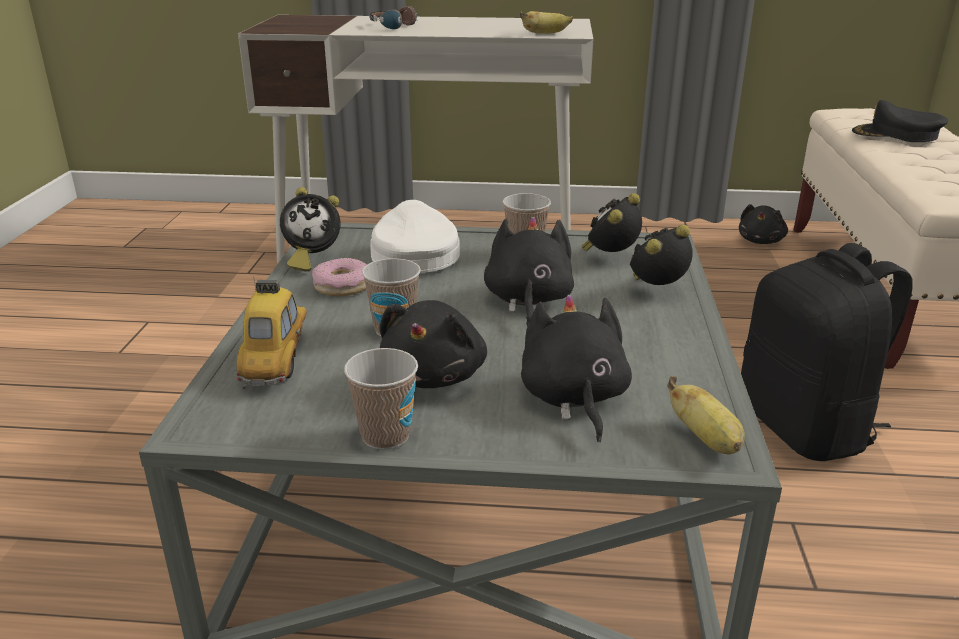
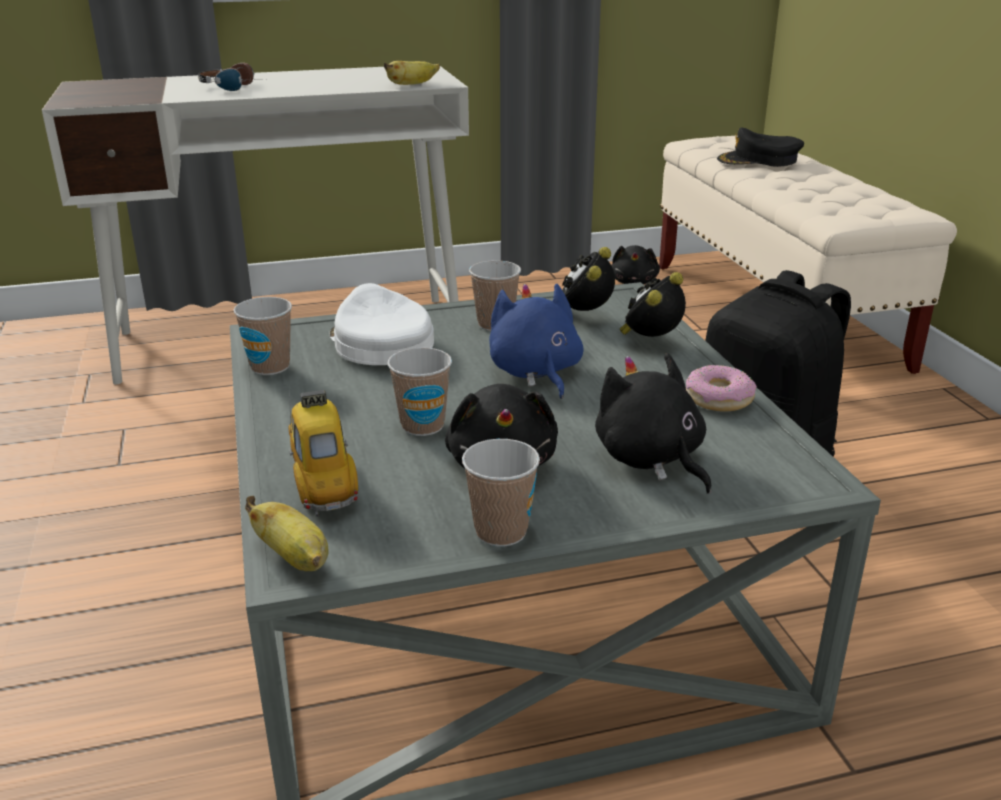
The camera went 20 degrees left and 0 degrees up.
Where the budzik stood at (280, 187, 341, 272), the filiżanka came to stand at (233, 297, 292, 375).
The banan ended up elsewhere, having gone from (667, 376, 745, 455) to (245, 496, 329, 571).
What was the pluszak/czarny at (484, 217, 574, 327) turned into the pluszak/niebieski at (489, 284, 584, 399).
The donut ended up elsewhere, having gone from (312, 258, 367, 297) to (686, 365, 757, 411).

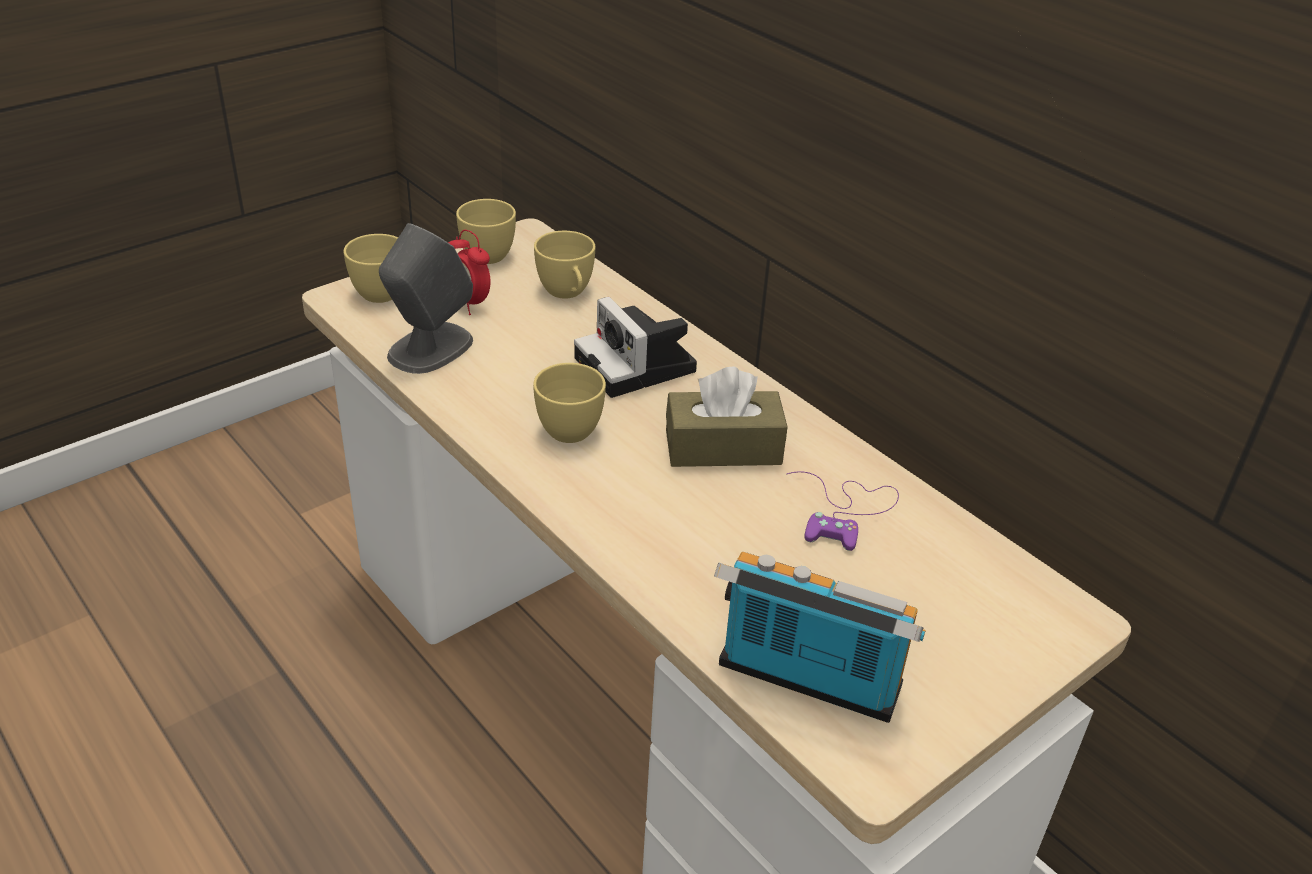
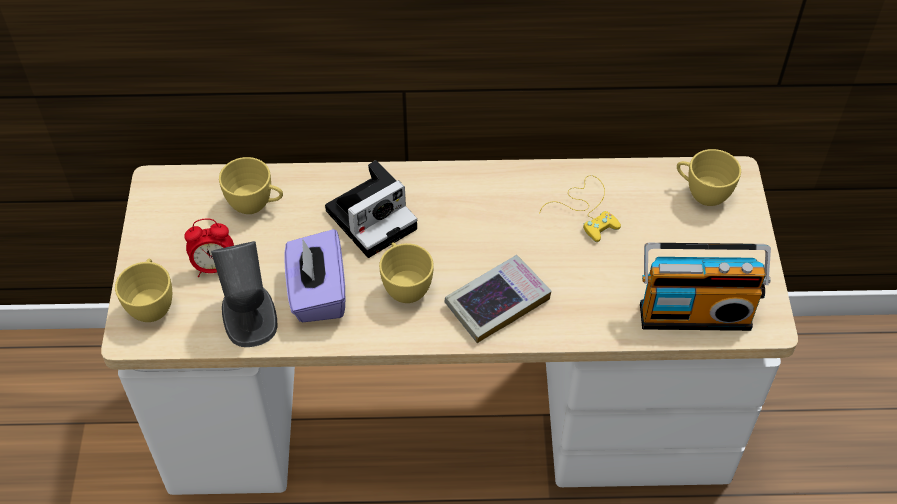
The camera went 50 degrees left and 15 degrees up.
The second view gained the pudełko chusteczek/fioletowy at (285, 229, 345, 322).
The aparat fotograficzny at (574, 296, 697, 398) ended up facing another way, 45 degrees counterclockwise from before.
The second view gained the książka at (444, 255, 552, 343).
What was the pad do gier/fioletowy at (786, 471, 899, 551) turned into the pad do gier/żółty at (539, 175, 621, 242).
The radio at (714, 552, 926, 723) ended up facing another way, 150 degrees counterclockwise from before.
The filiżanka/żółty ended up elsewhere, having gone from (456, 199, 516, 264) to (677, 149, 741, 206).
The second view lost the pudełko chusteczek/brązowy at (666, 367, 788, 467).

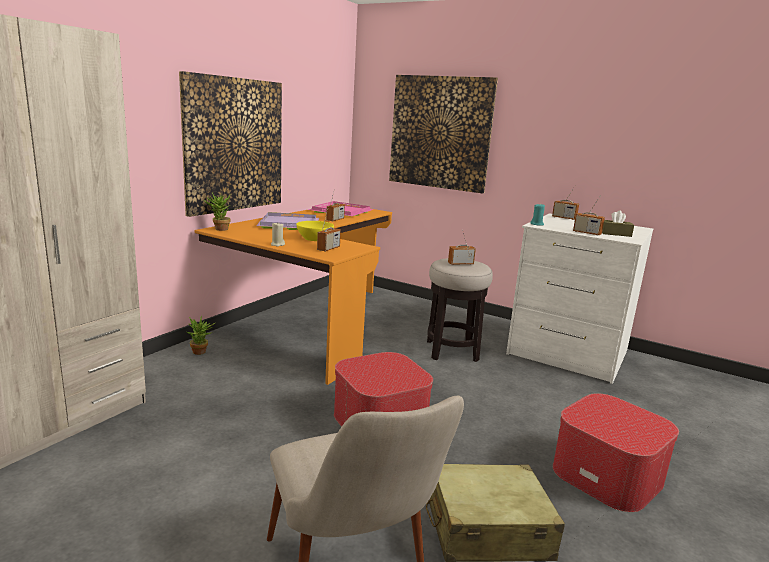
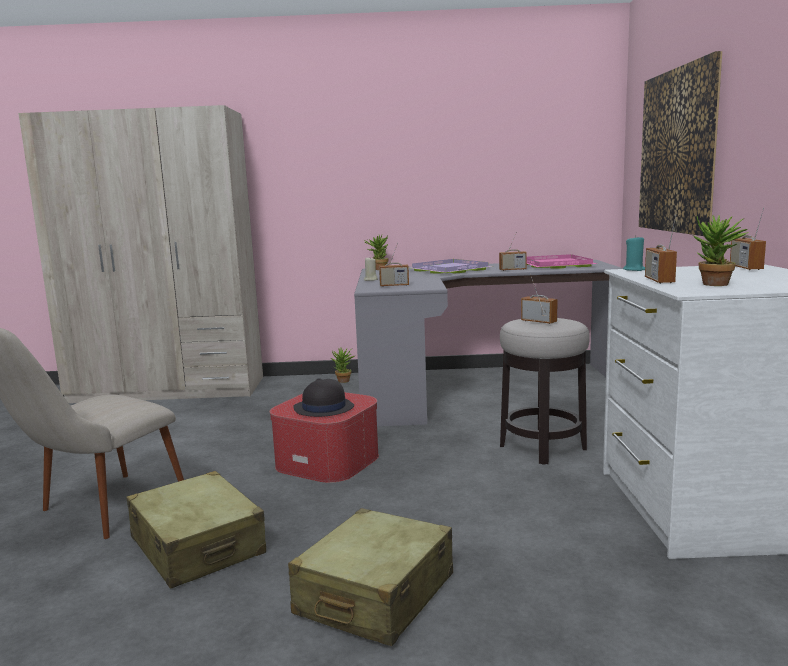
The camera went 60 degrees right and 5 degrees down.
Where the pufa stood at (553, 393, 679, 512), the walizka/beżowy came to stand at (288, 508, 453, 646).
The second view gained the kapelusz/czarny at (293, 378, 354, 417).
What was the biurko/pomarańczowy at (194, 204, 392, 385) turned into the biurko/szary at (354, 260, 623, 426).
Where the pudełko chusteczek/brązowy stood at (602, 210, 634, 237), the roślina doniczkowa came to stand at (693, 215, 749, 286).
The second view lost the obraz at (179, 71, 282, 217).
The second view lost the miska/żółty at (296, 221, 334, 241).

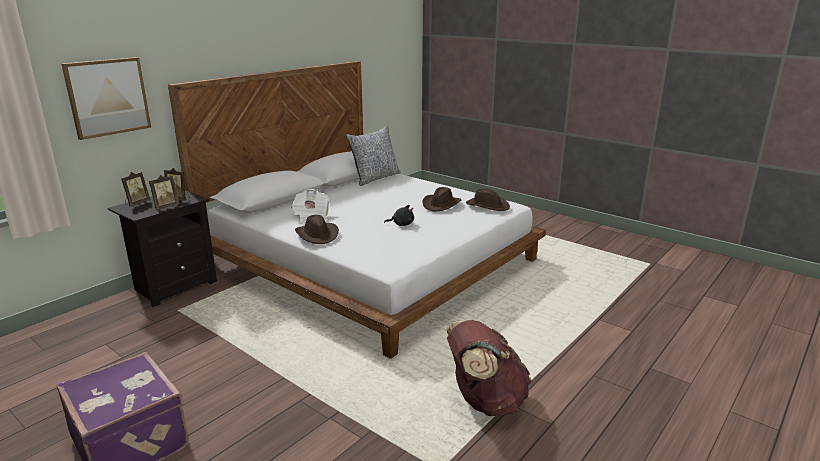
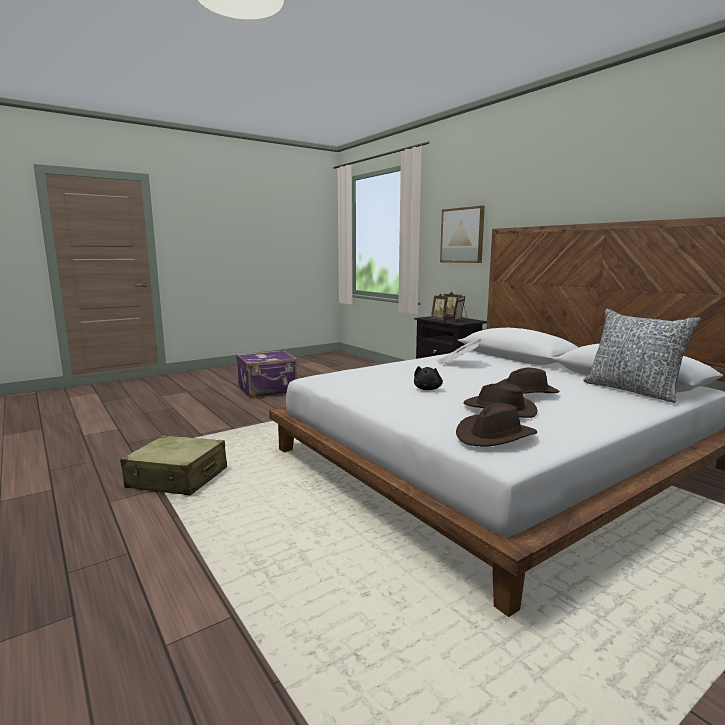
The camera went 105 degrees right and 10 degrees down.
Where the plecak/brązowy stood at (446, 320, 532, 416), the walizka/beżowy came to stand at (120, 435, 227, 496).
The kapelusz/brązowy ended up elsewhere, having gone from (295, 215, 339, 244) to (498, 368, 560, 394).

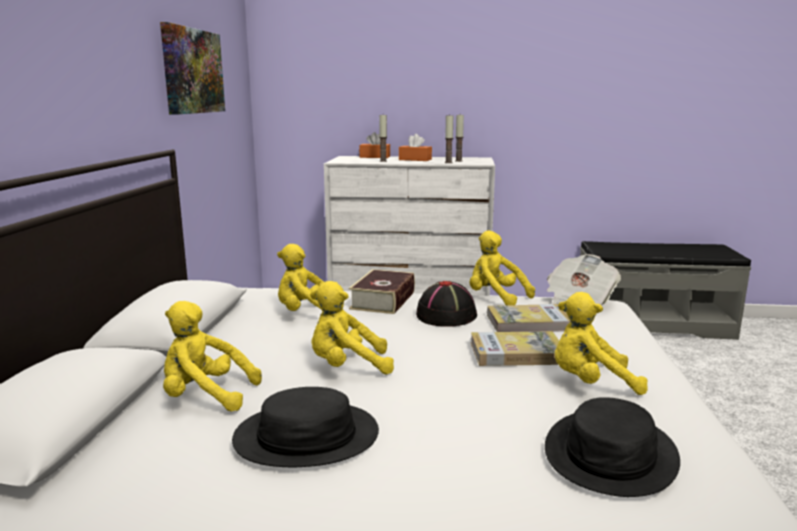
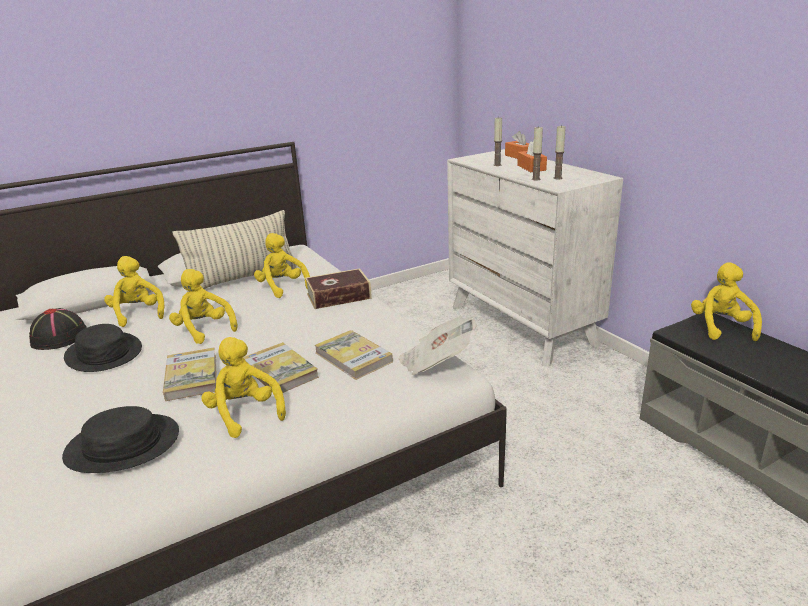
The camera went 55 degrees right and 10 degrees up.
The kapelusz/czarny ended up elsewhere, having gone from (416, 281, 477, 327) to (29, 308, 87, 350).
The second view gained the książka at (163, 348, 217, 401).
The second view gained the poduszka at (173, 210, 299, 289).
The pluszak/żółty ended up elsewhere, having gone from (469, 230, 535, 305) to (691, 262, 762, 341).
The second view lost the obraz at (160, 22, 225, 115).

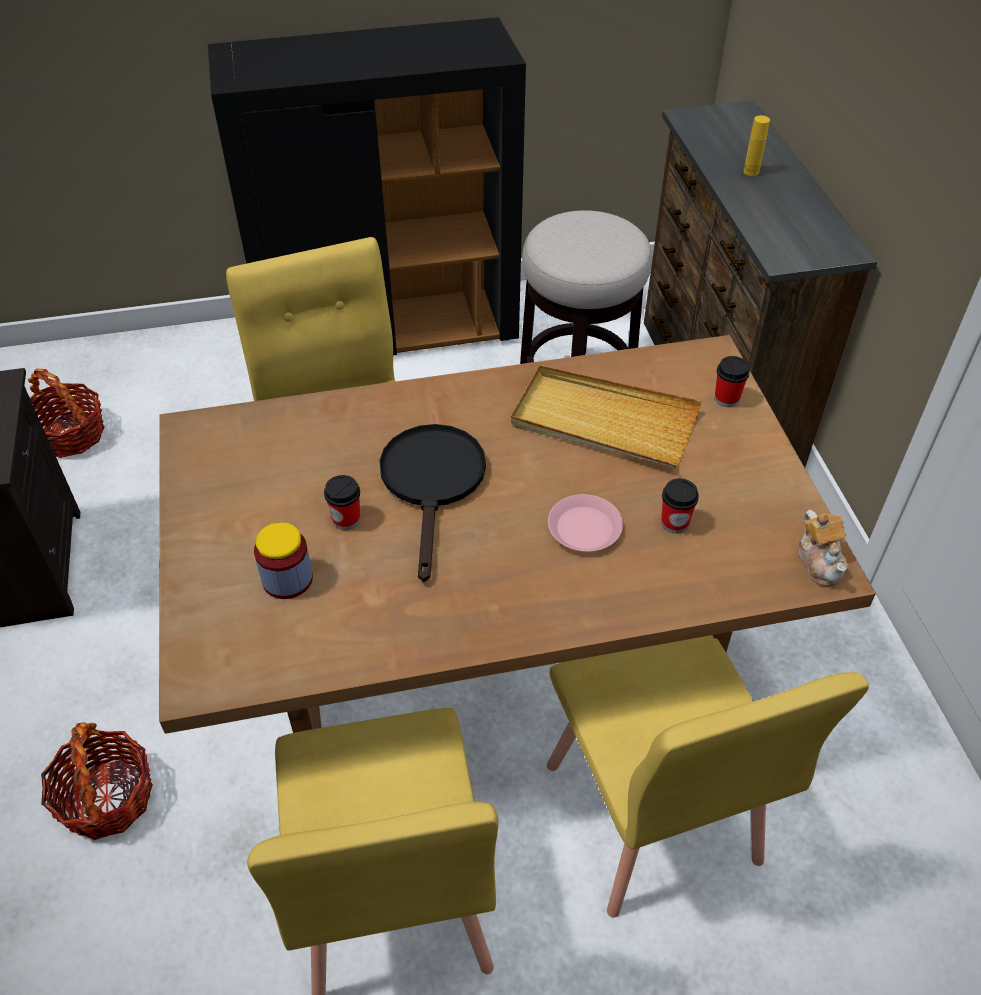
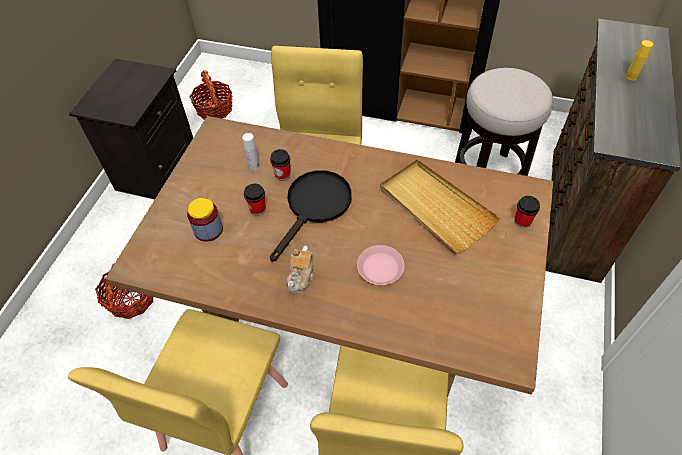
The camera went 30 degrees right and 5 degrees up.
The second view gained the butelka/biały at (242, 133, 260, 171).
The filiżanka ended up elsewhere, having gone from (661, 478, 699, 534) to (270, 149, 290, 181).
The imbryk ended up elsewhere, having gone from (797, 510, 848, 586) to (286, 246, 315, 294).

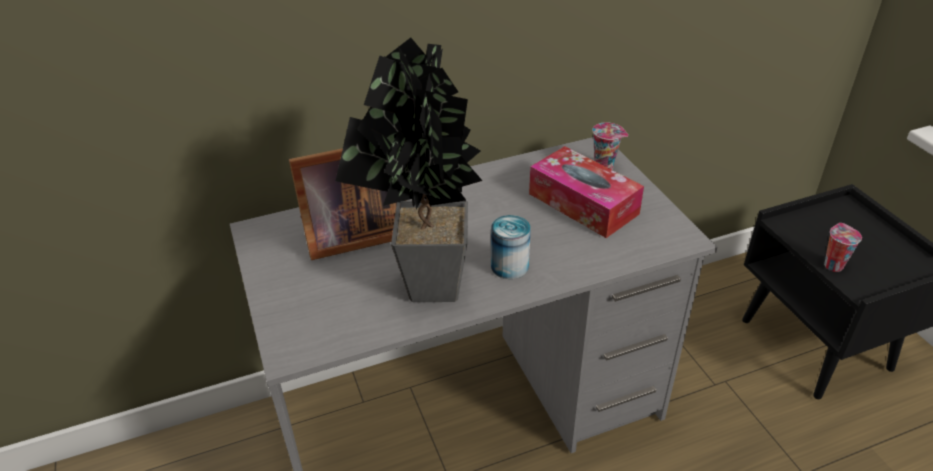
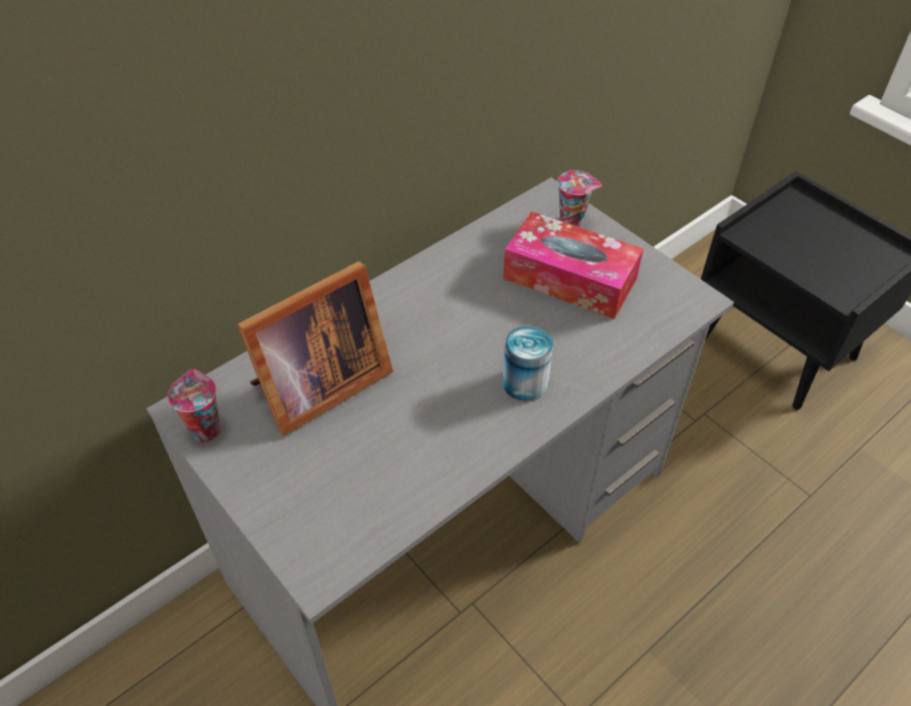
The camera went 20 degrees left and 10 degrees up.
The filiżanka ended up elsewhere, having gone from (824, 223, 862, 272) to (168, 369, 220, 442).
The second view lost the roślina doniczkowa at (336, 38, 483, 302).

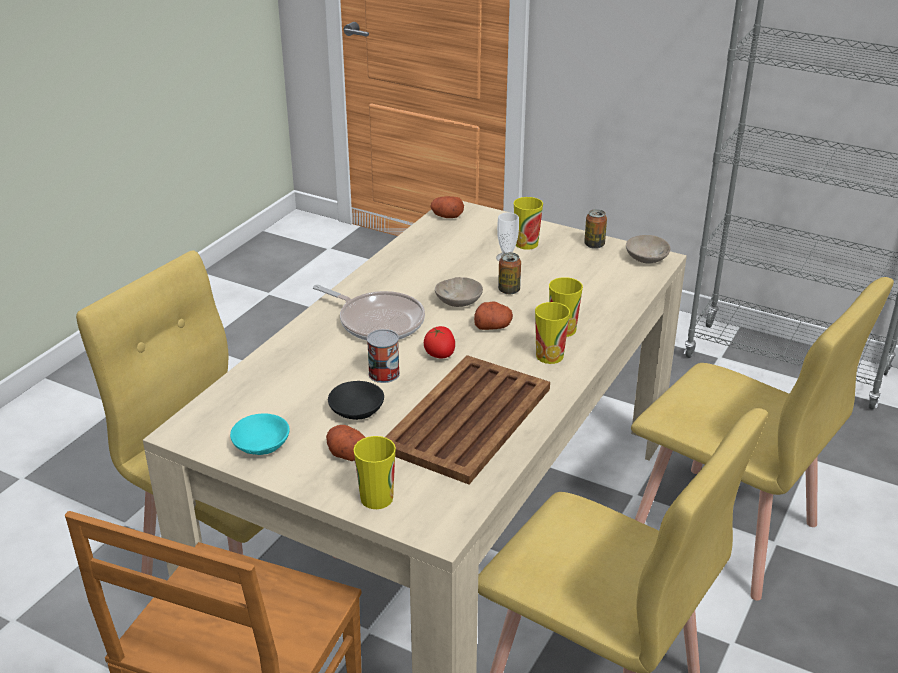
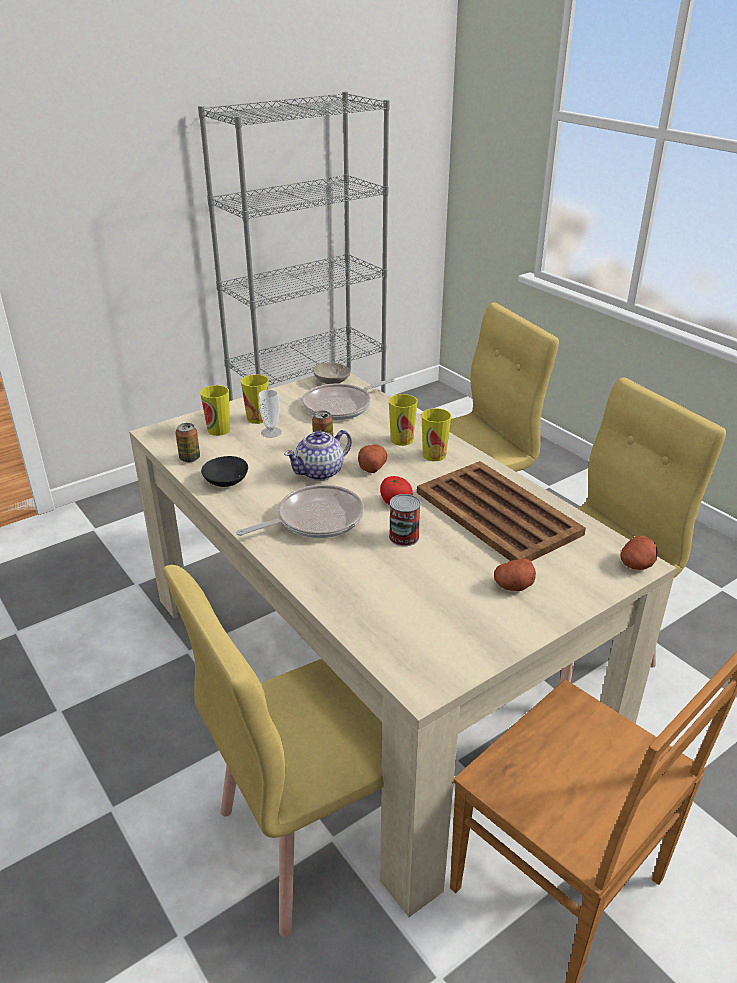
The camera went 65 degrees left and 0 degrees up.
The puszka ended up elsewhere, having gone from (584, 209, 607, 249) to (176, 423, 200, 462).
The filiżanka ended up elsewhere, having gone from (353, 436, 396, 509) to (200, 385, 230, 436).
The miska/czarny ended up elsewhere, having gone from (328, 381, 384, 420) to (201, 456, 248, 487).
Where the miska/beżowy stood at (435, 277, 483, 307), the imbryk came to stand at (284, 430, 352, 481).
The second view gained the patelnia at (302, 378, 395, 420).
The ziemniak ended up elsewhere, having gone from (430, 196, 464, 218) to (620, 536, 657, 570).
The second view lost the miska/turkusowy at (230, 413, 290, 455).

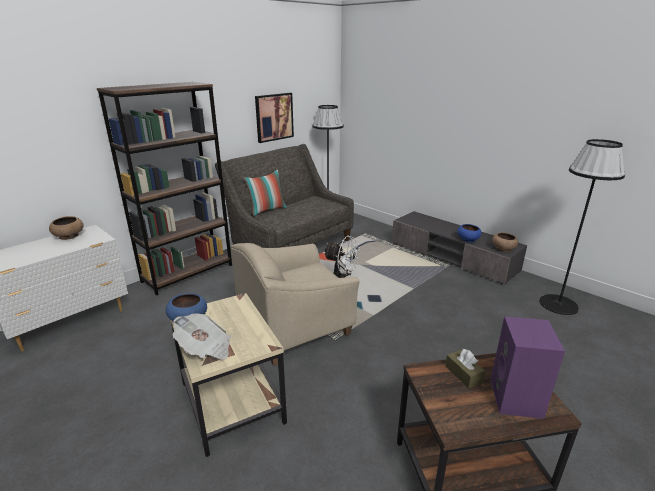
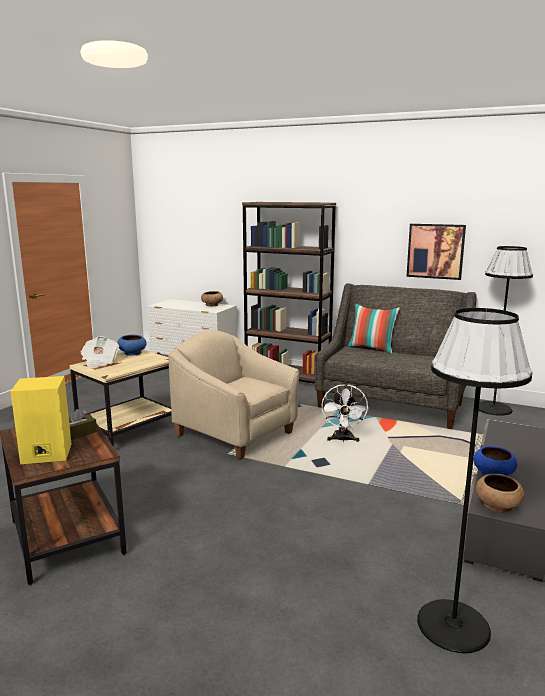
The camera went 70 degrees right and 10 degrees down.
What was the głośnik/fioletowy at (491, 316, 565, 419) turned into the głośnik/żółty at (10, 376, 72, 464).

